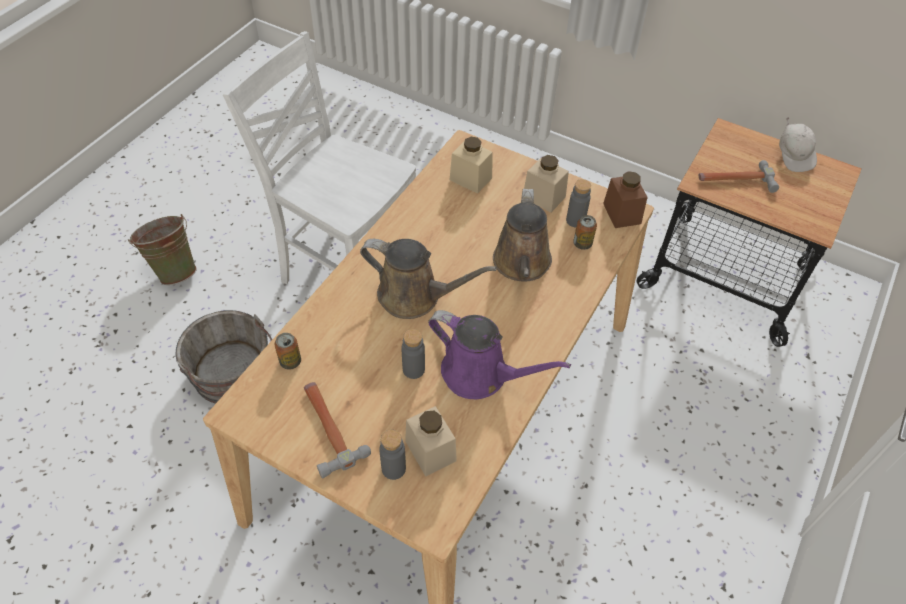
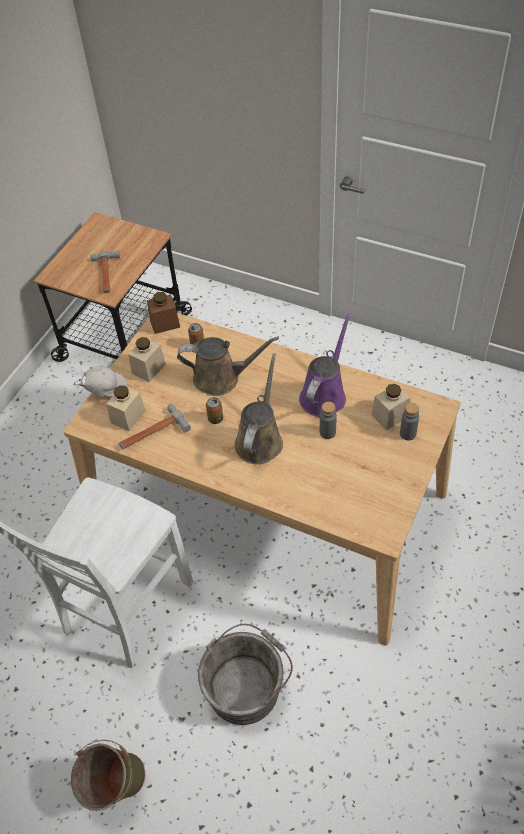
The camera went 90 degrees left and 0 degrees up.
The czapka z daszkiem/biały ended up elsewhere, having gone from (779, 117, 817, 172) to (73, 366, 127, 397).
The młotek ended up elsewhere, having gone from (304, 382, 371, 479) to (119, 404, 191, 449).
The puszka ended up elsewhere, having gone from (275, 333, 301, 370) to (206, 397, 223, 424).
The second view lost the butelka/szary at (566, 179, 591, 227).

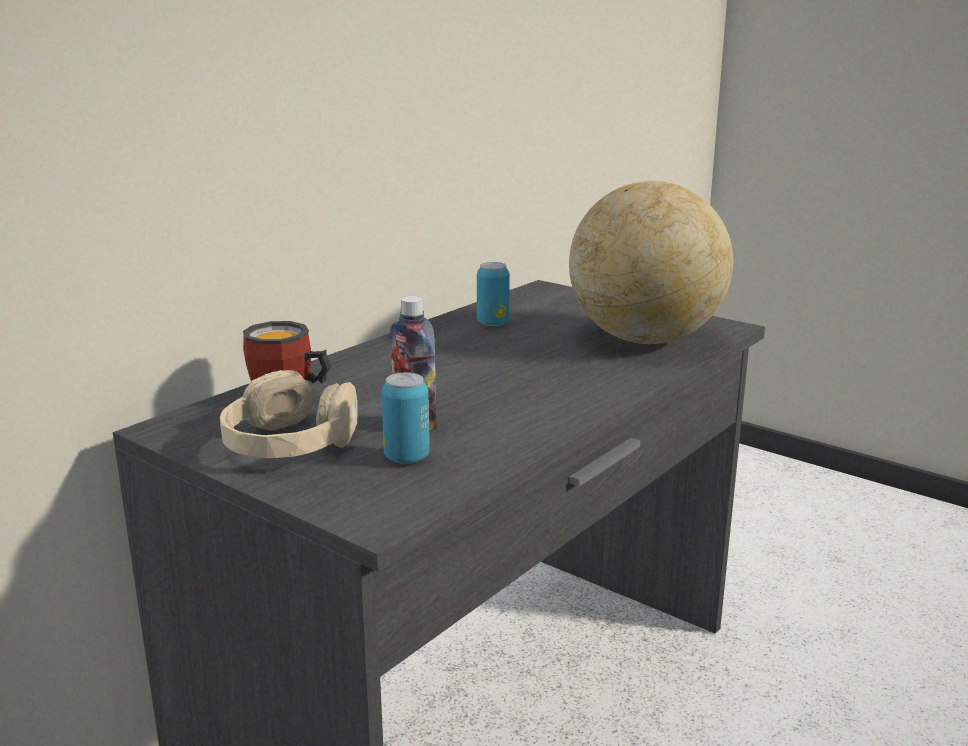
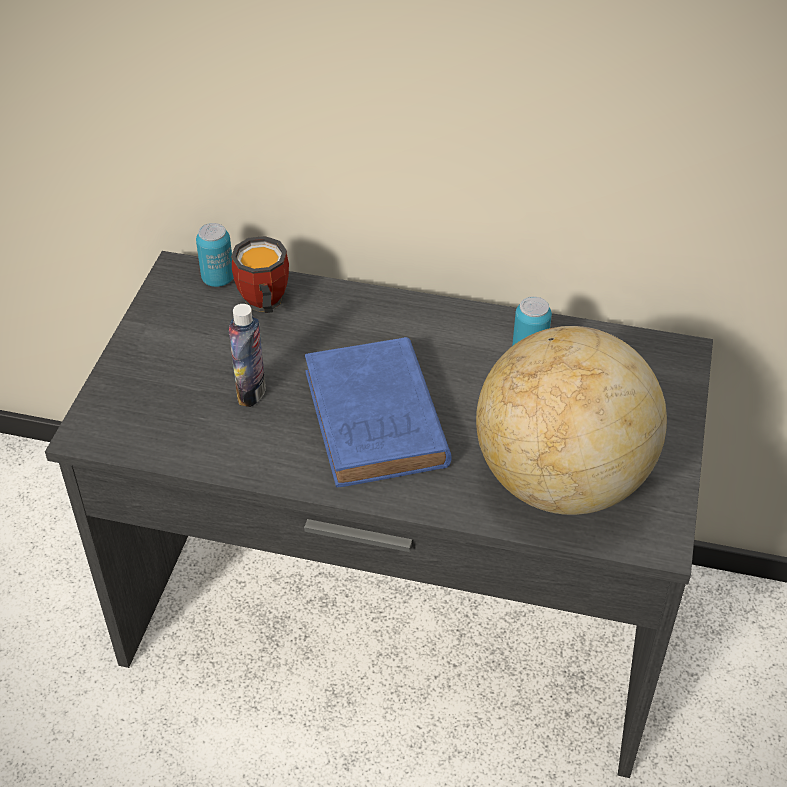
The camera went 65 degrees right and 25 degrees up.
The puszka ended up elsewhere, having gone from (382, 373, 430, 464) to (196, 223, 234, 287).
The second view gained the książka/niebieski at (305, 337, 451, 487).
The second view lost the słuchawki/beżowy at (220, 370, 358, 458).

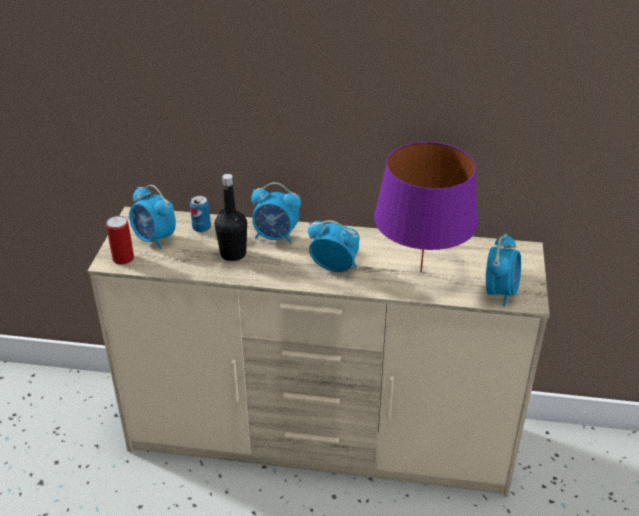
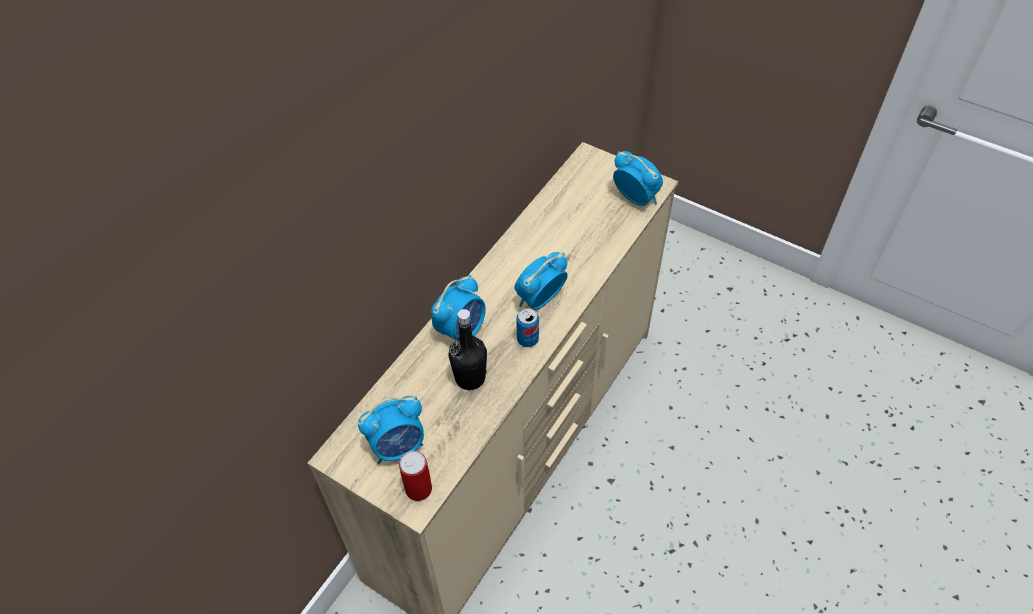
The camera went 65 degrees left and 15 degrees up.
The puszka ended up elsewhere, having gone from (190, 196, 211, 233) to (516, 308, 539, 347).
The second view lost the lampa stołowa/fioletowy at (374, 142, 478, 272).

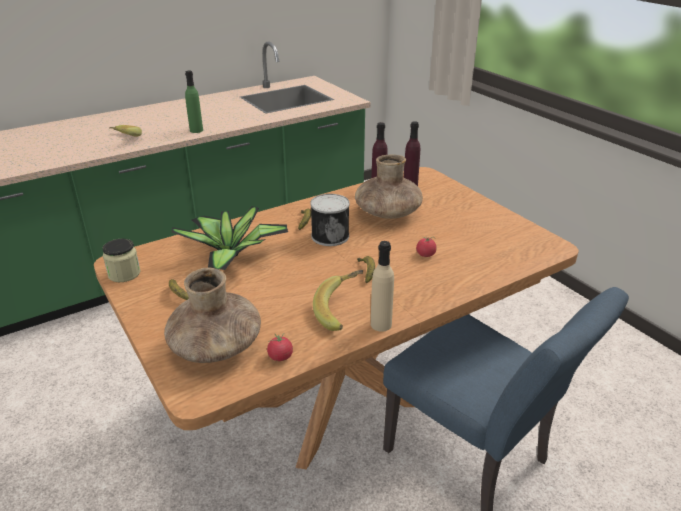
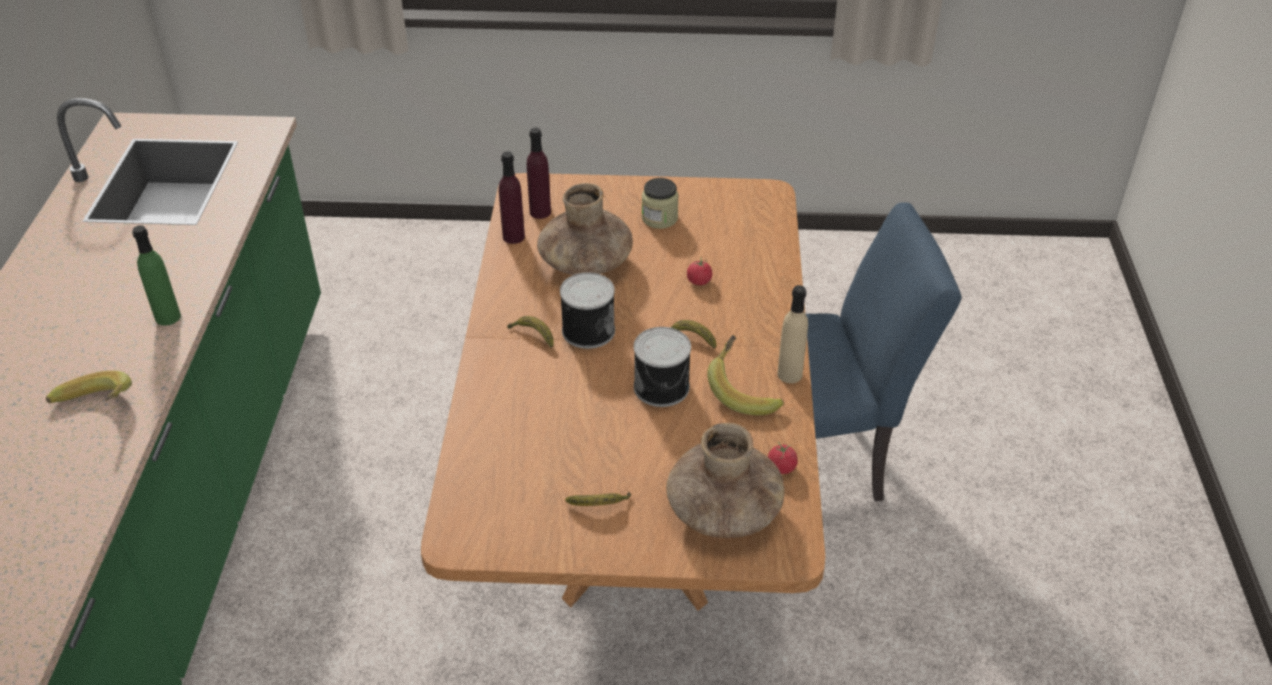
The camera went 55 degrees left and 10 degrees up.
The second view gained the puszka at (634, 327, 691, 407).
The słoik ended up elsewhere, having gone from (102, 238, 141, 282) to (642, 178, 679, 229).
The second view lost the roślina doniczkowa at (172, 206, 288, 270).

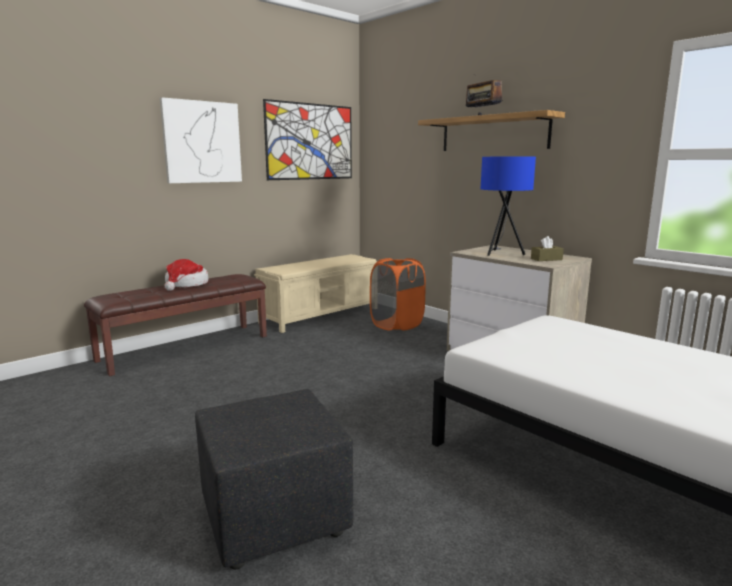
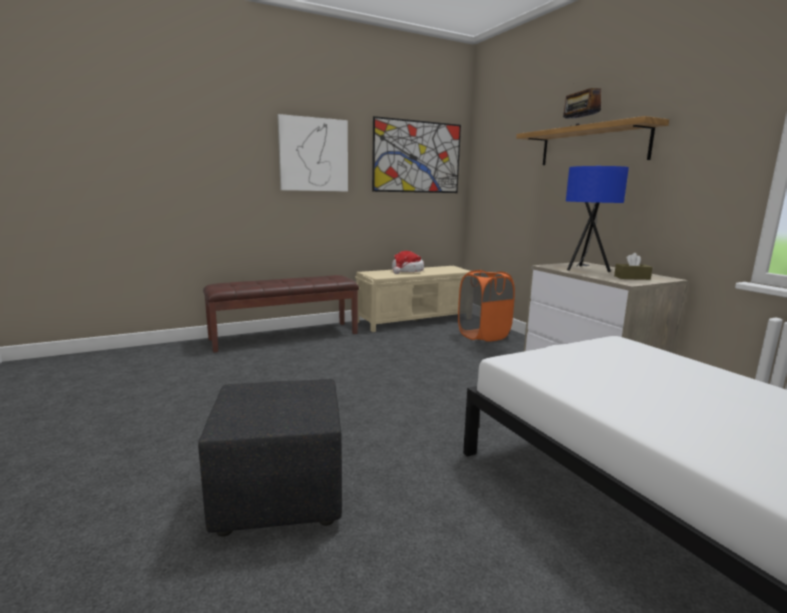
The camera went 15 degrees right and 0 degrees up.
The kapelusz ended up elsewhere, having gone from (164, 259, 208, 291) to (392, 251, 424, 274).

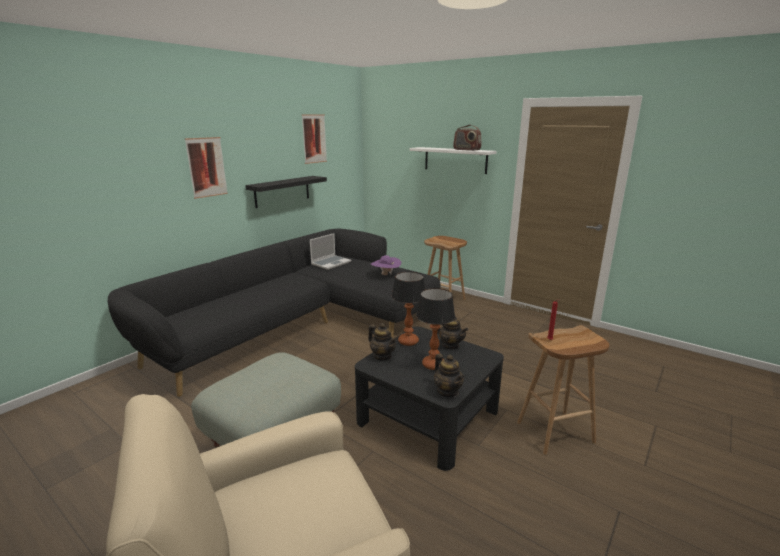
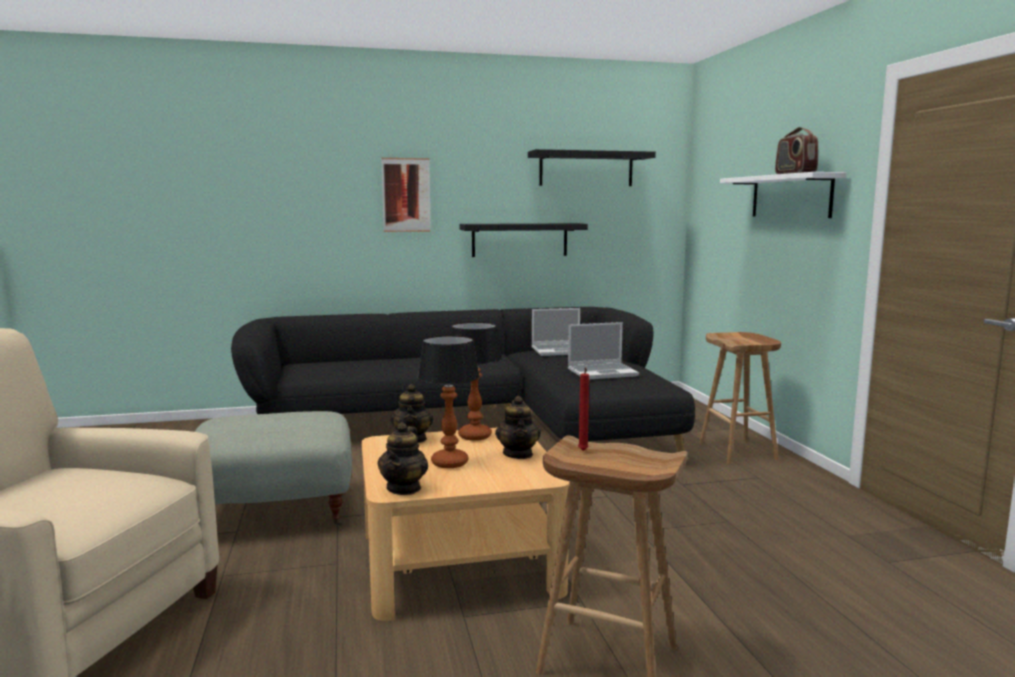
The camera went 40 degrees right and 10 degrees down.
What was the ława/czarny at (355, 327, 504, 471) turned into the ława/beżowy at (361, 427, 569, 621).
Where the obraz hung at (302, 114, 327, 164), the półka/czarny came to hang at (528, 149, 656, 186).
Where the kapelusz/fioletowy stood at (371, 255, 402, 275), the laptop came to stand at (568, 322, 639, 379).

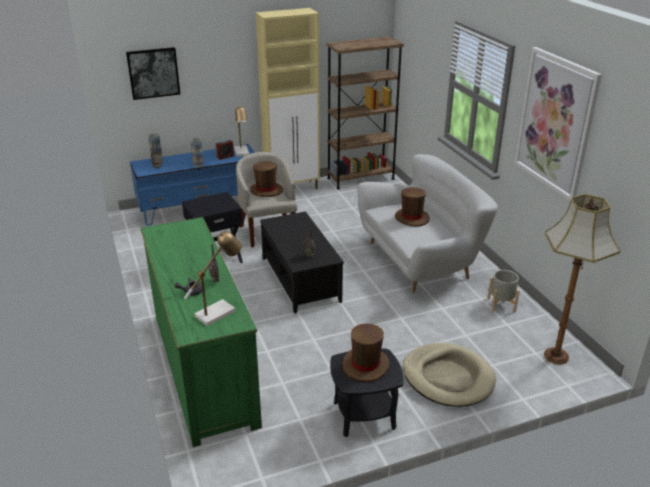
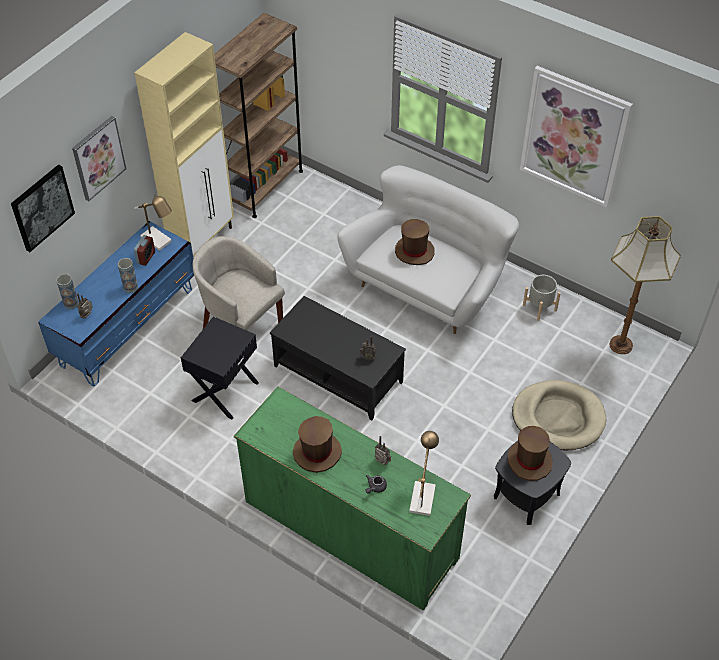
The camera went 35 degrees left and 20 degrees up.
The second view gained the obraz at (72, 116, 126, 201).
The kapelusz/brązowy ended up elsewhere, having gone from (250, 161, 283, 197) to (293, 416, 342, 473).

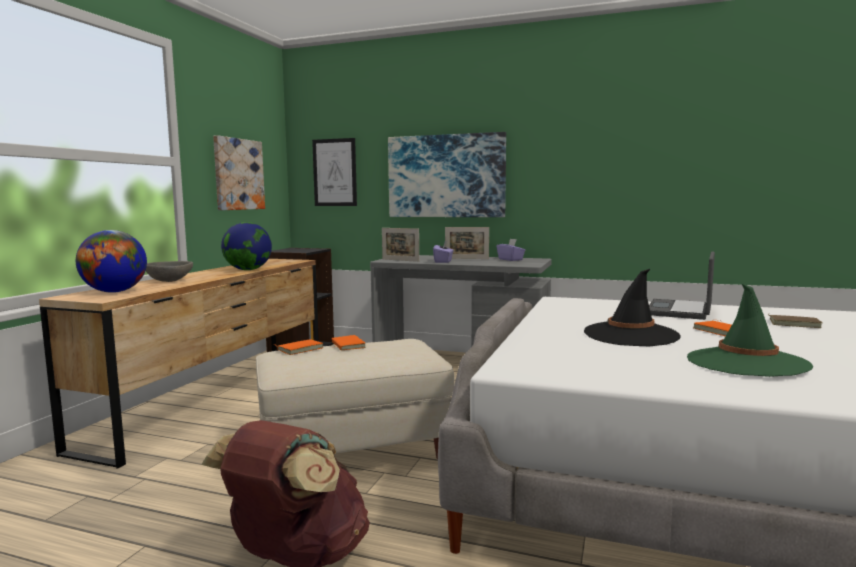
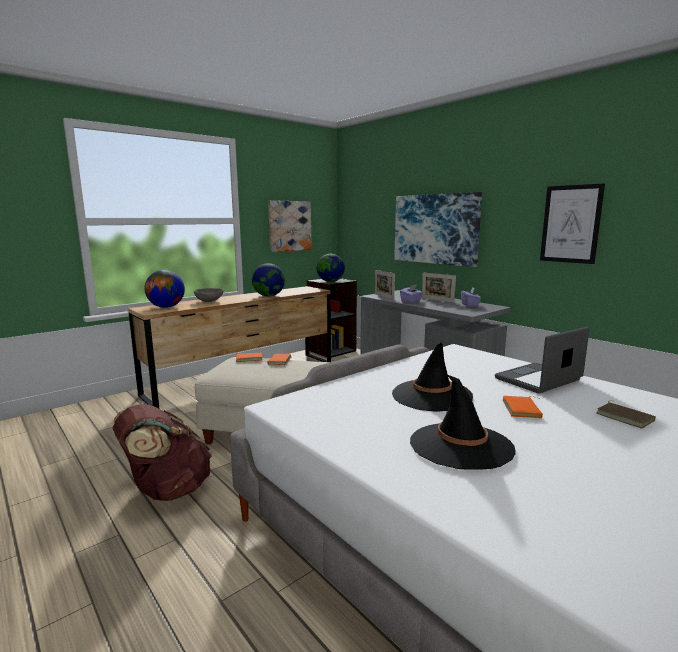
The camera went 30 degrees right and 5 degrees up.
The second view gained the globus at (317, 254, 345, 282).
What was the kapelusz/zielony at (687, 283, 813, 377) turned into the kapelusz/czarny at (410, 374, 516, 470).
The obraz ended up elsewhere, having gone from (312, 138, 357, 206) to (540, 183, 605, 264).

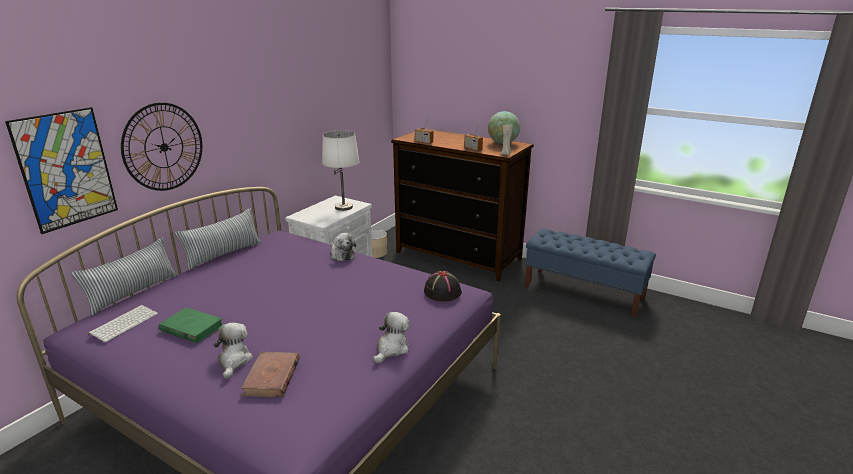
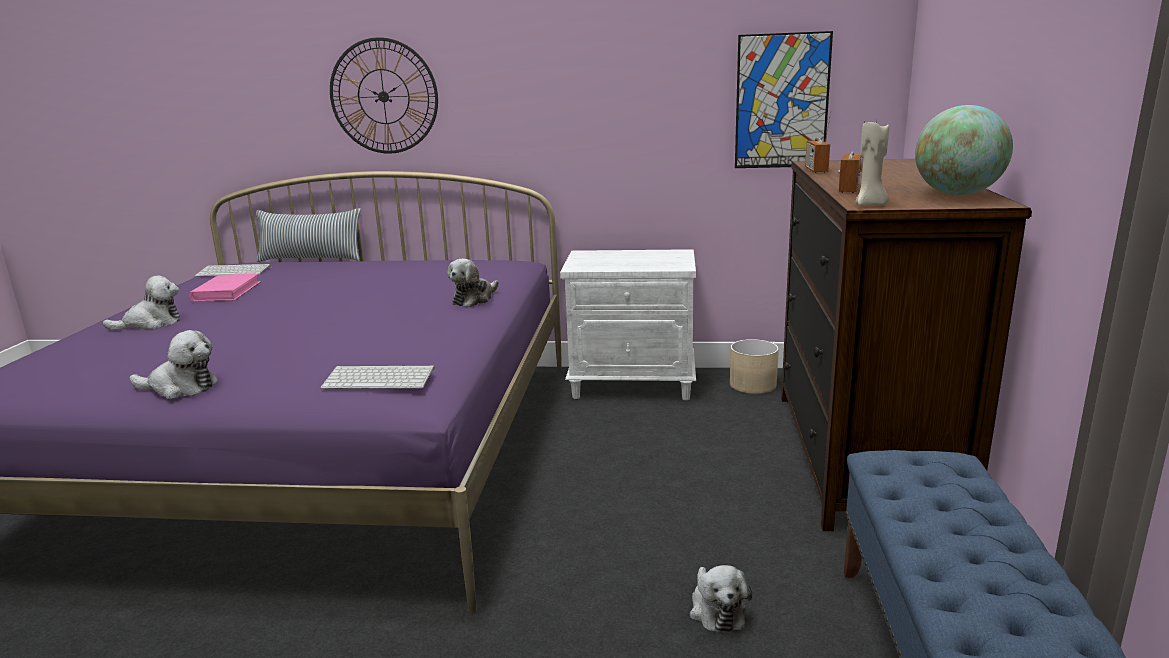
The camera went 65 degrees right and 5 degrees down.
What was the książka/zielony at (159, 307, 223, 343) turned into the książka/różowy at (189, 274, 261, 302).
Where the kapelusz/czarny stood at (424, 271, 462, 301), the klawiatura came to stand at (321, 366, 435, 389).
The second view gained the pluszak at (690, 565, 752, 633).
The obraz ended up elsewhere, having gone from (5, 107, 118, 234) to (735, 31, 833, 168).
The second view lost the poduszka at (175, 208, 261, 270).
The second view lost the książka/brązowy at (241, 352, 300, 397).
The second view lost the lampa stołowa/biały at (322, 131, 360, 211).

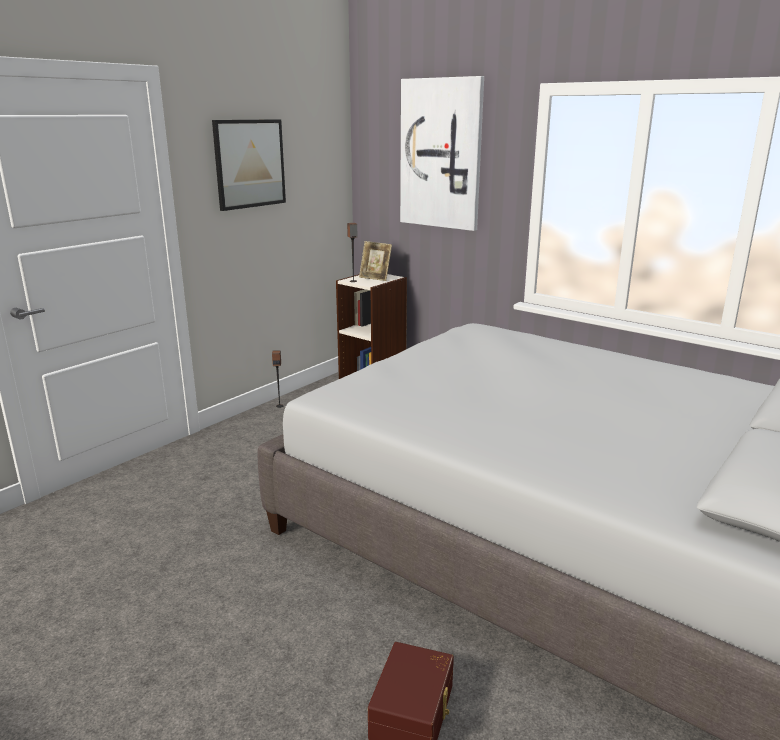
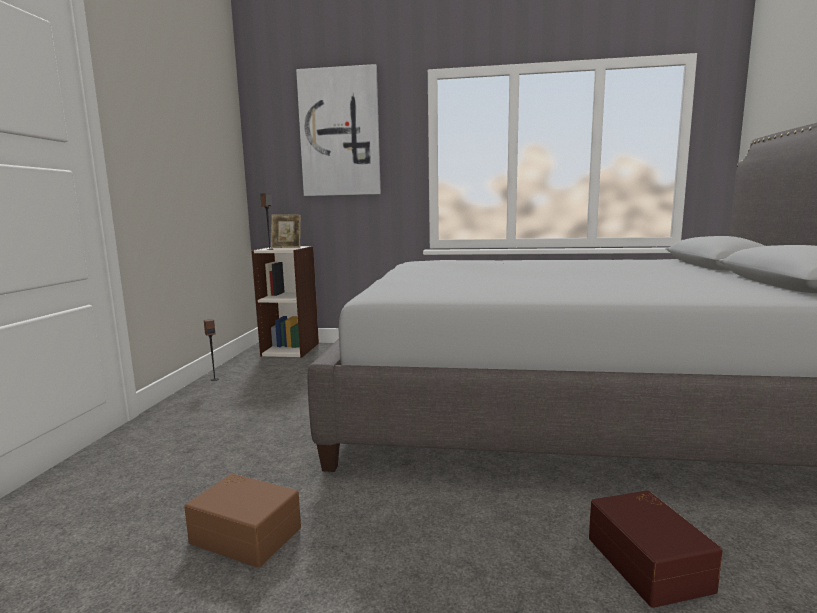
The camera went 30 degrees left and 10 degrees down.
The second view gained the pojemnik do przechowywania/brązowy at (184, 473, 301, 568).
The second view lost the obraz at (212, 119, 286, 211).

